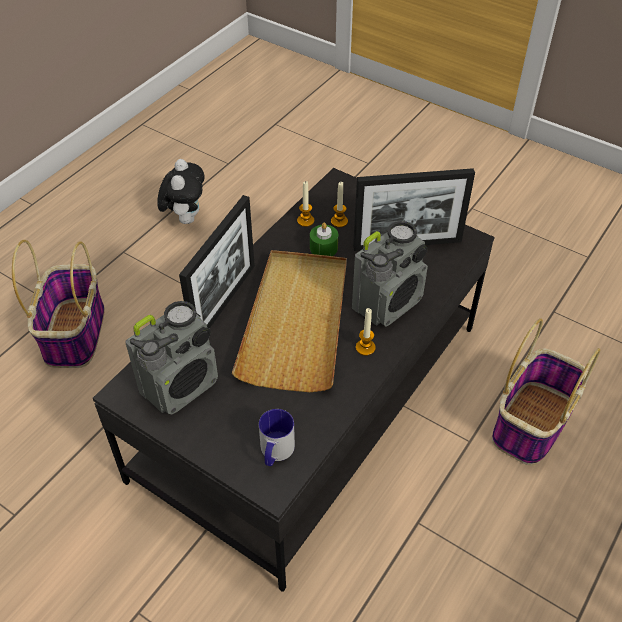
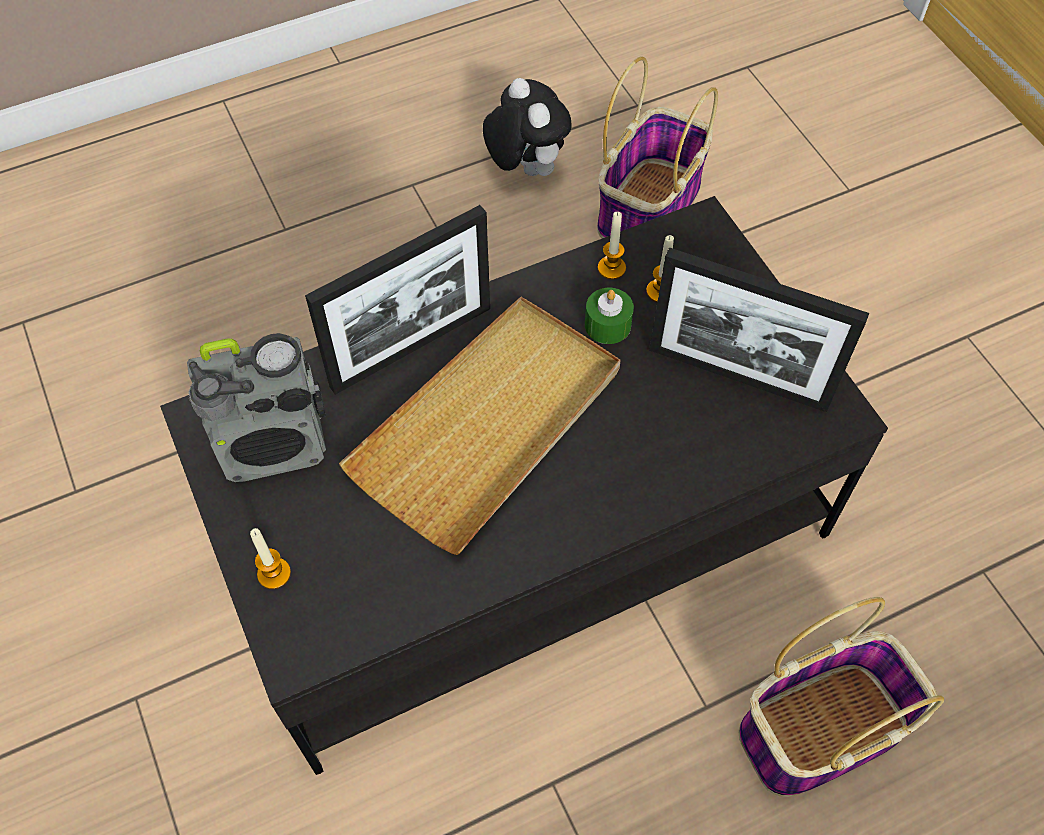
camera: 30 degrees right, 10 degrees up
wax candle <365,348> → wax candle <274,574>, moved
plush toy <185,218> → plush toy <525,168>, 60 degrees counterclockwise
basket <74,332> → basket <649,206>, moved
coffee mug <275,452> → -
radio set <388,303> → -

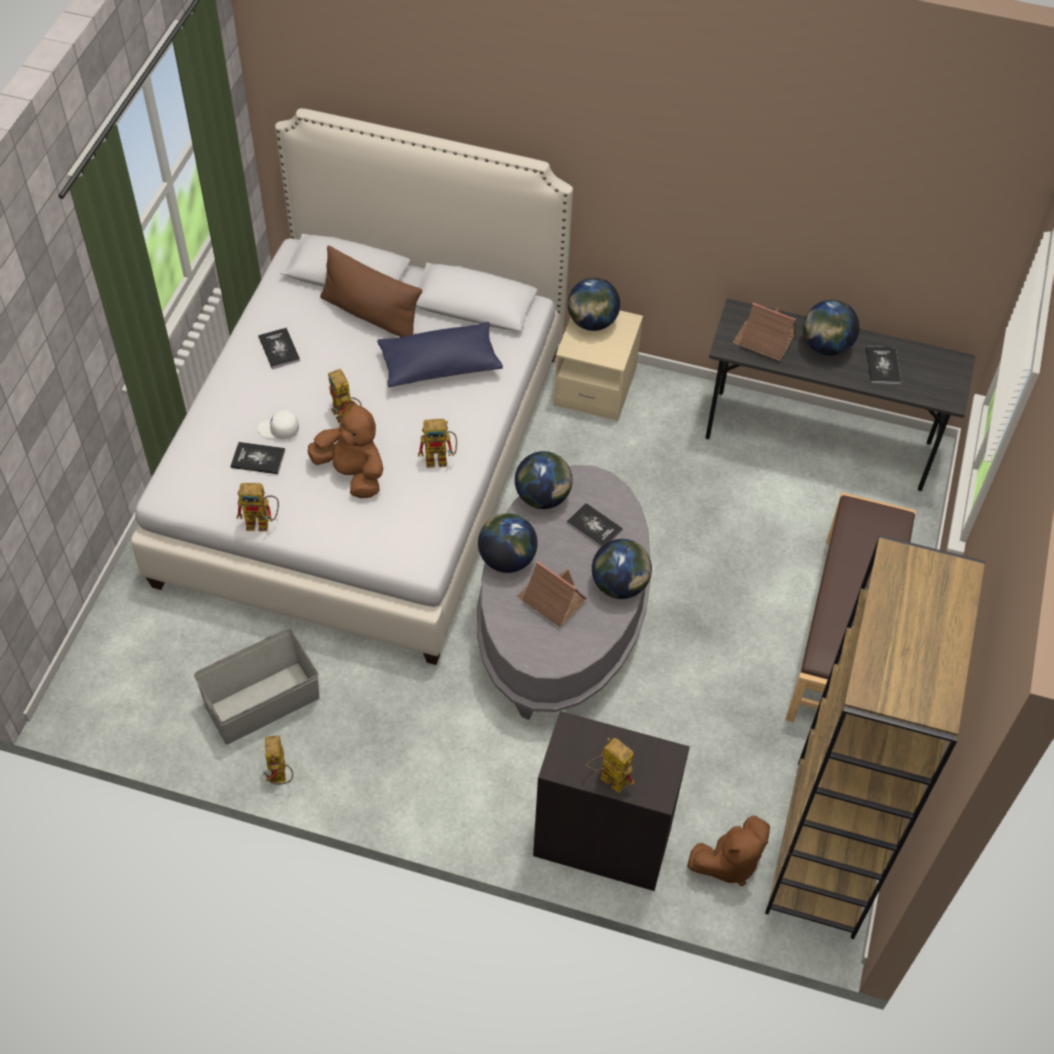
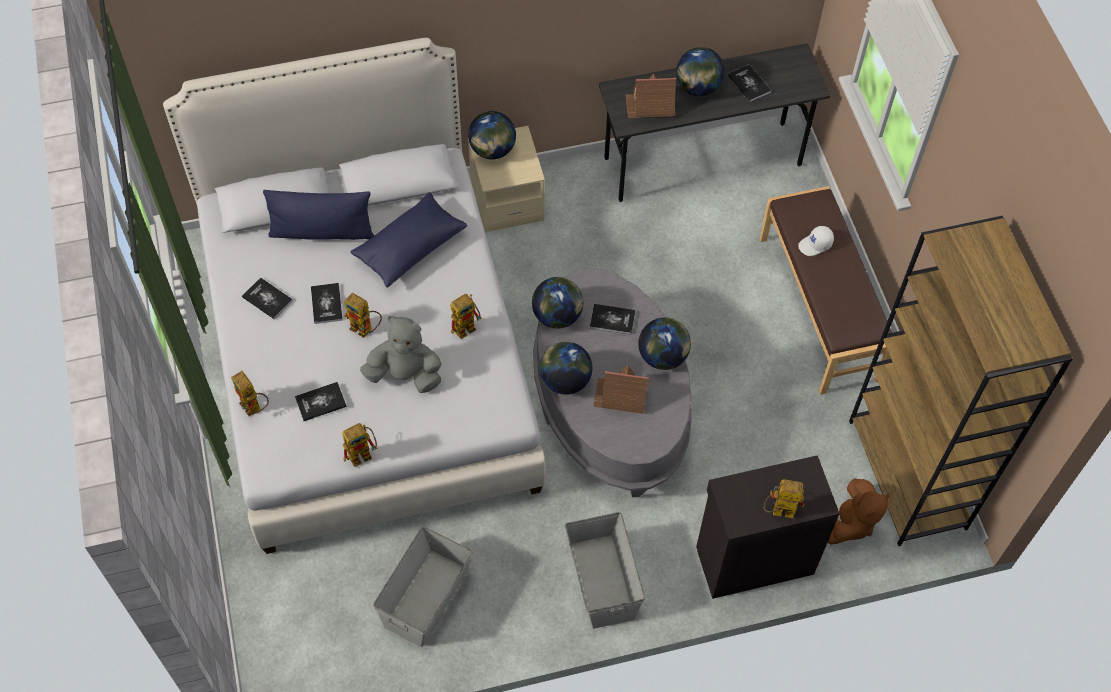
camera: 30 degrees left, 5 degrees up
toy robot <280,777> → toy robot <254,408>, moved
brownish cushion <371,315> → blue cushion <322,231>
- → bound book <326,304>
brownish plush toy <352,473> → gray plush toy <405,374>
- → gray storage container <601,581>
white-coloured peaked cap <278,430> → white-coloured peaked cap <815,245>, moved

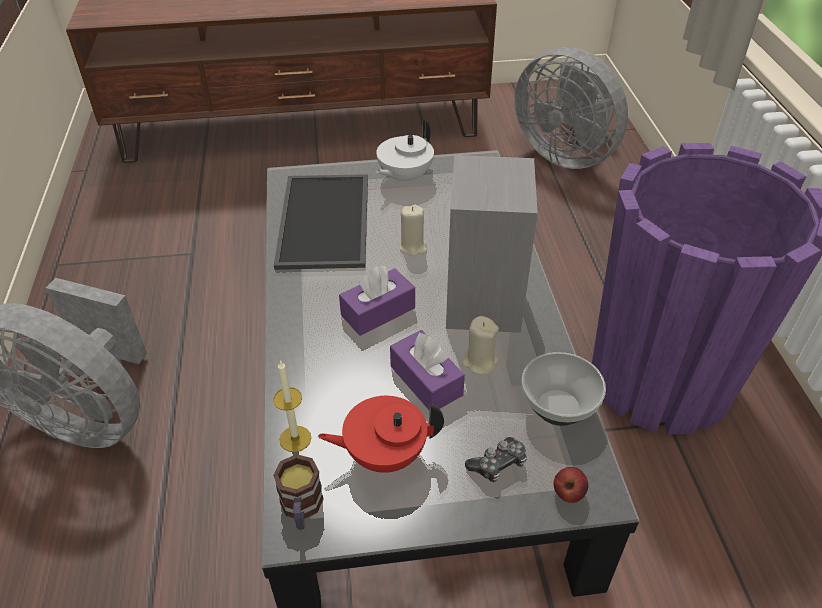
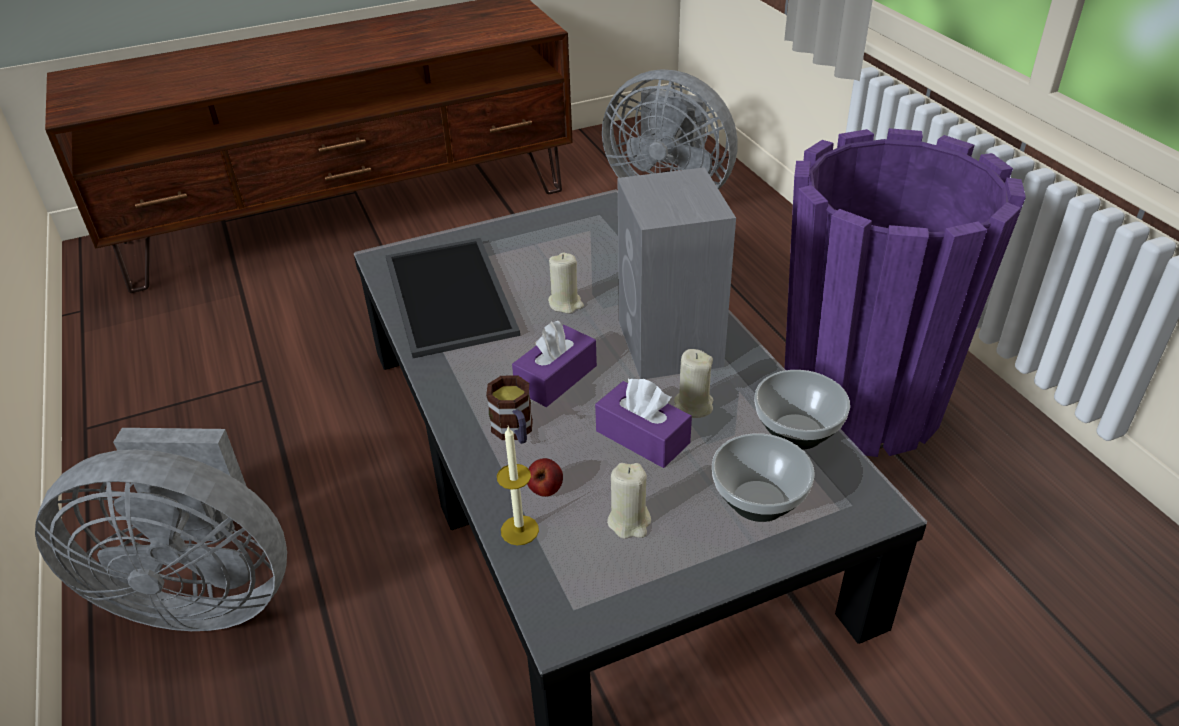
camera: 15 degrees left, 5 degrees down
coffee mug <301,509> → coffee mug <515,432>, moved
apple <568,493> → apple <545,490>, moved
red-coloured teapot <384,454> → beige wax candle <629,521>
gamepad <498,464> → serving bowl <758,502>
white-coloured teapot <404,177> → -

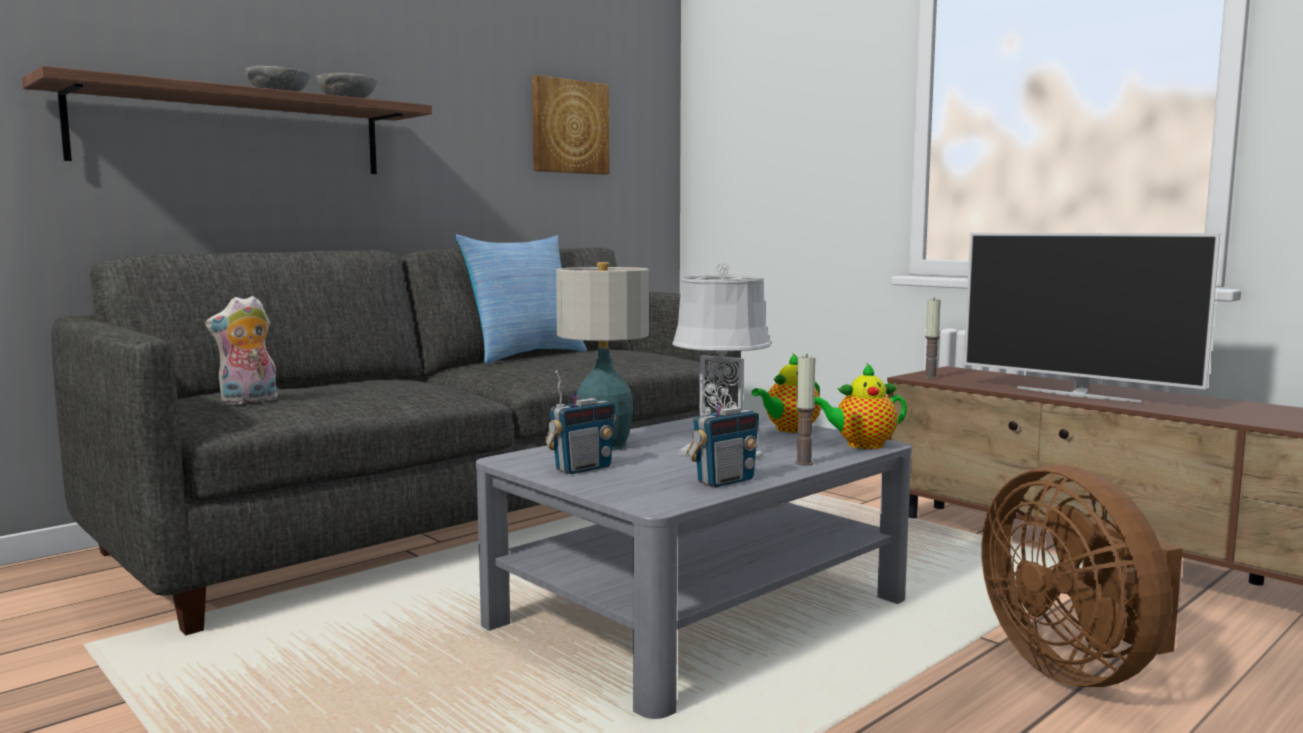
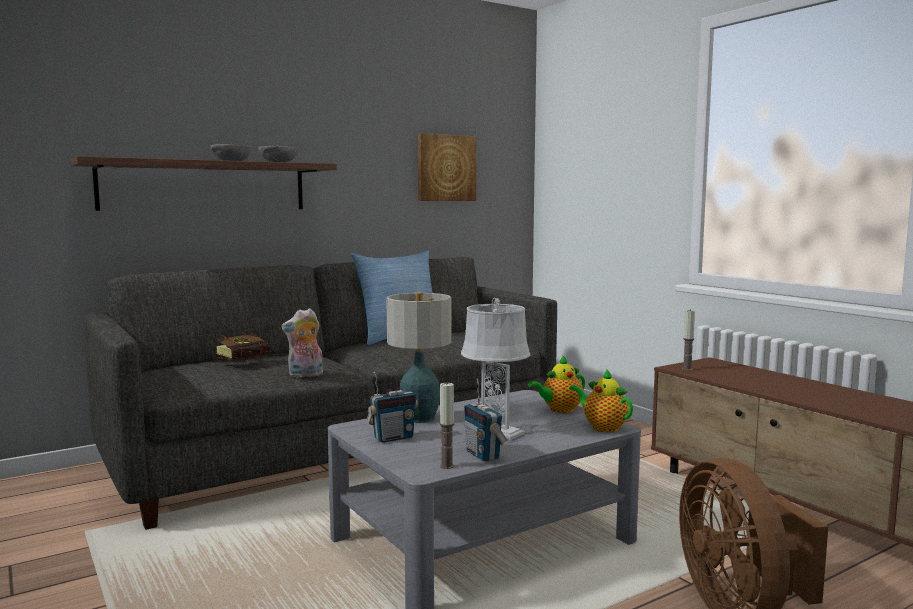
camera: 10 degrees right, 0 degrees up
- → bound book <248,362>
plush toy <248,401> → plush toy <305,375>, moved
wax candle <804,463> → wax candle <447,466>, moved
radio set <724,481> → radio set <483,455>, 90 degrees clockwise
teapot <861,445> → teapot <602,427>, 45 degrees clockwise
TV <1077,394> → -

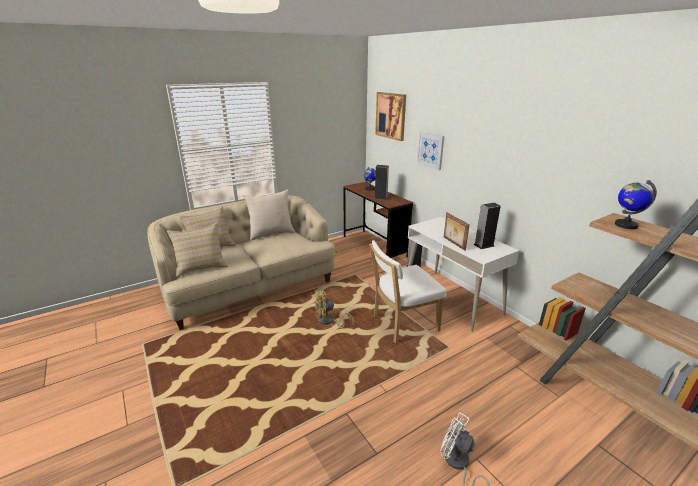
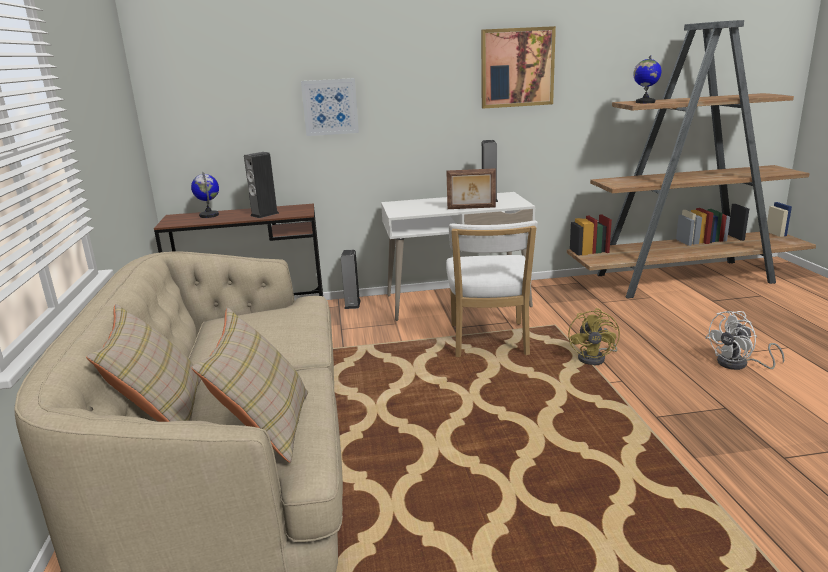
camera: 65 degrees left, 5 degrees down
wall art <391,115> → wall art <517,67>, moved
yellow-coloured electric fan <328,321> → yellow-coloured electric fan <595,358>, moved
beige cushion <271,233> → -

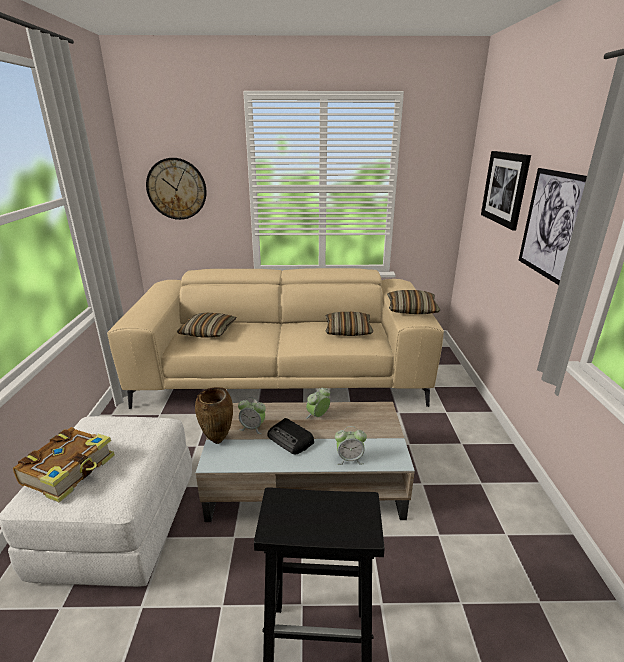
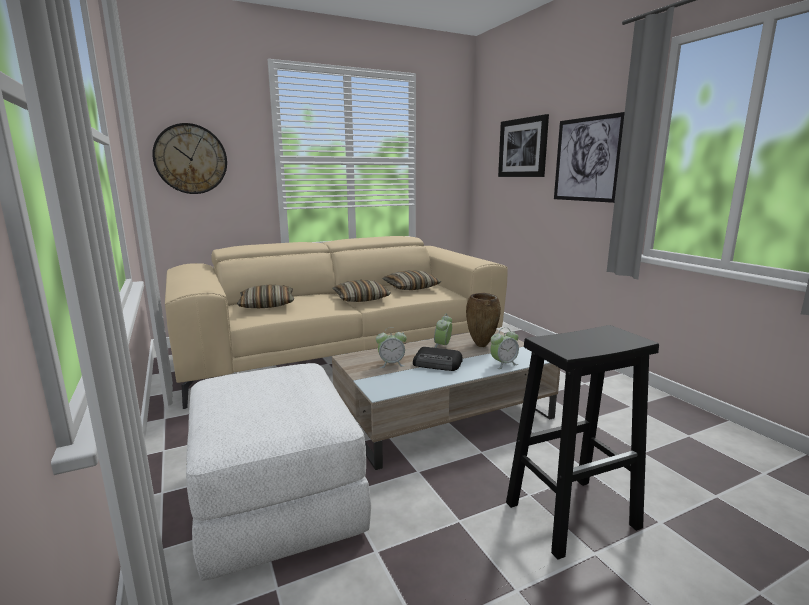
camera: 25 degrees left, 10 degrees down
cushion <411,309> → cushion <361,299>, moved
brownish vase <218,441> → brownish vase <482,346>, moved
bound book <70,470> → -

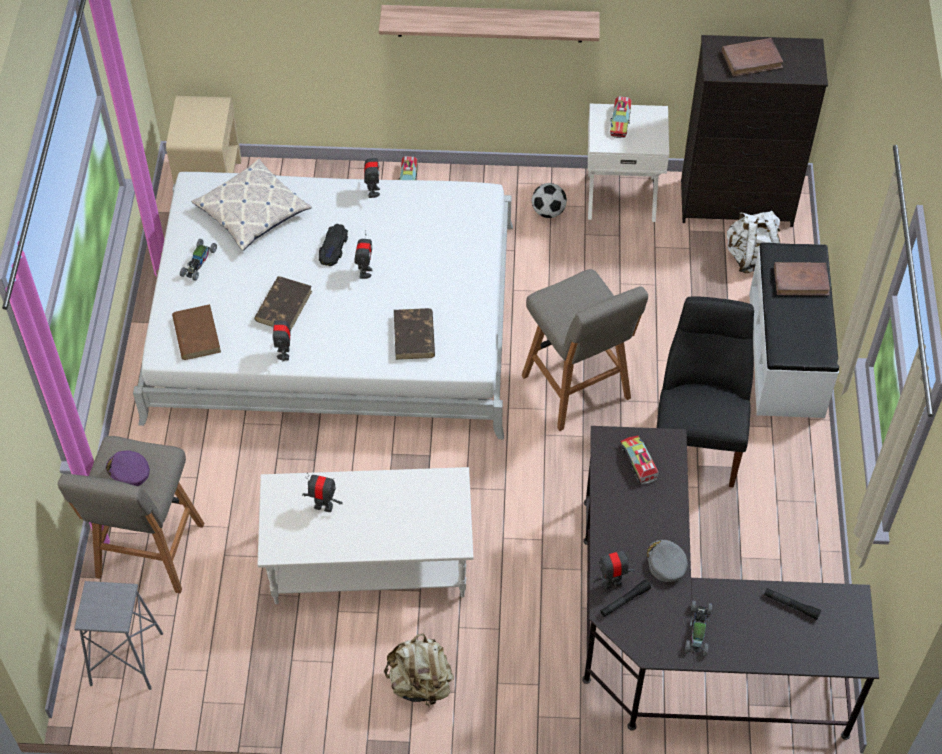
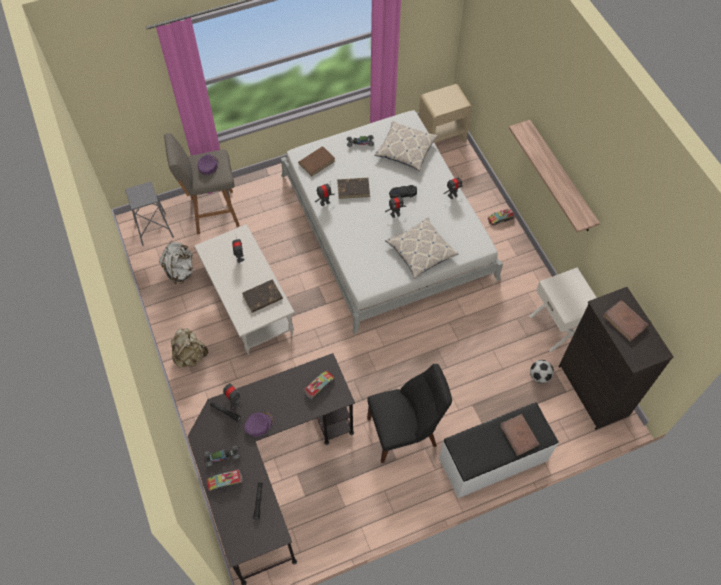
camera: 65 degrees right, 5 degrees up
white-coloured knapsack <751,257> → white-coloured knapsack <180,271>, moved
toy lorry <620,122> → toy lorry <225,482>, moved
brownish bound book <414,336> → brownish bound book <262,297>, moved
gray peaked cap <666,562> → purplish peaked cap <259,424>
- → cushion <420,251>
football ball <548,212> → football ball <539,376>, moved
gray stool seat <578,390> → -

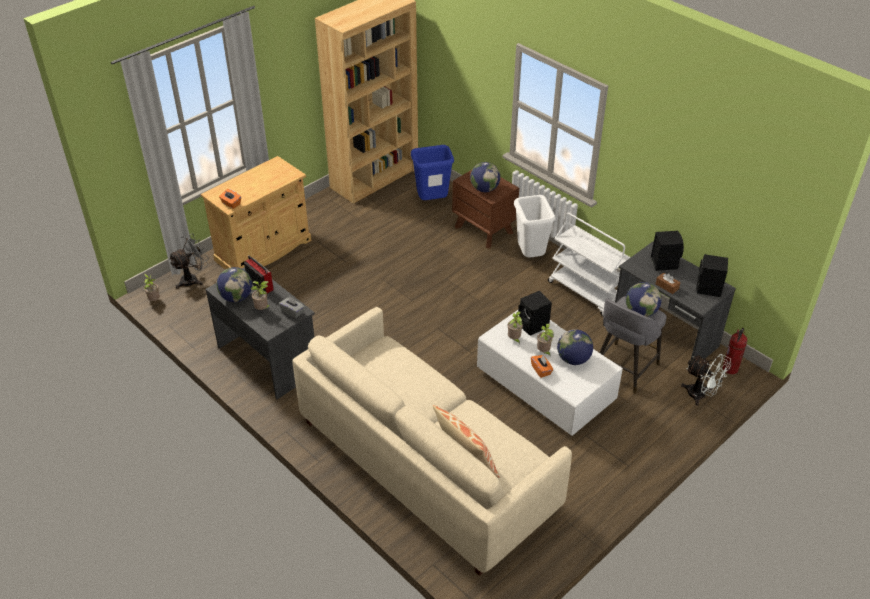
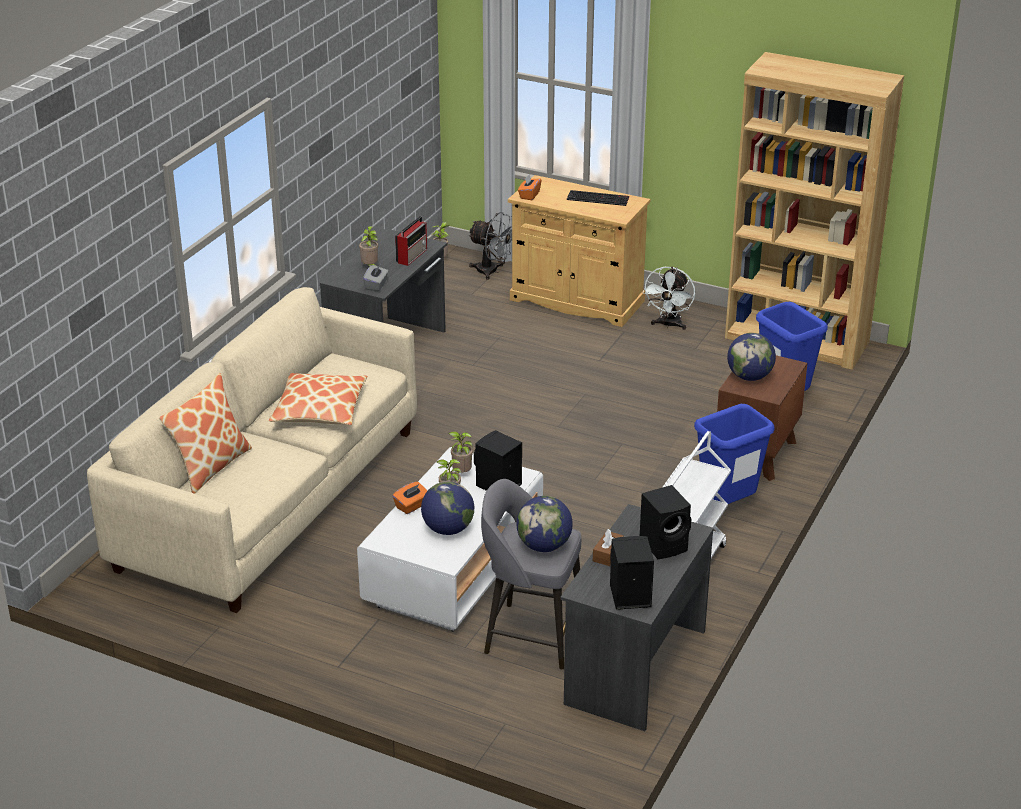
camera: 70 degrees right, 10 degrees down
- → cushion <319,409>
- → keyboard <598,198>
white-coloured electric fan <701,395> → white-coloured electric fan <668,325>, moved
white-coloured rubbish bin <530,256> → blue rubbish bin <727,506>
globe <236,297> → -
extinguisher <730,369> → -

